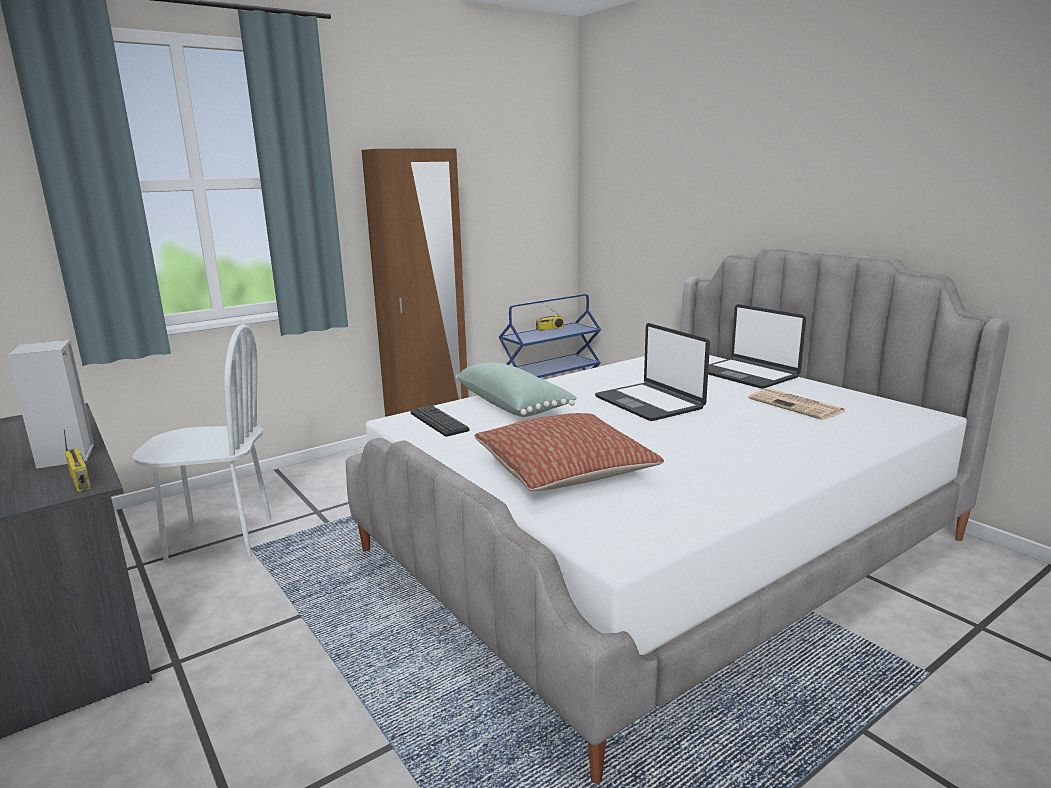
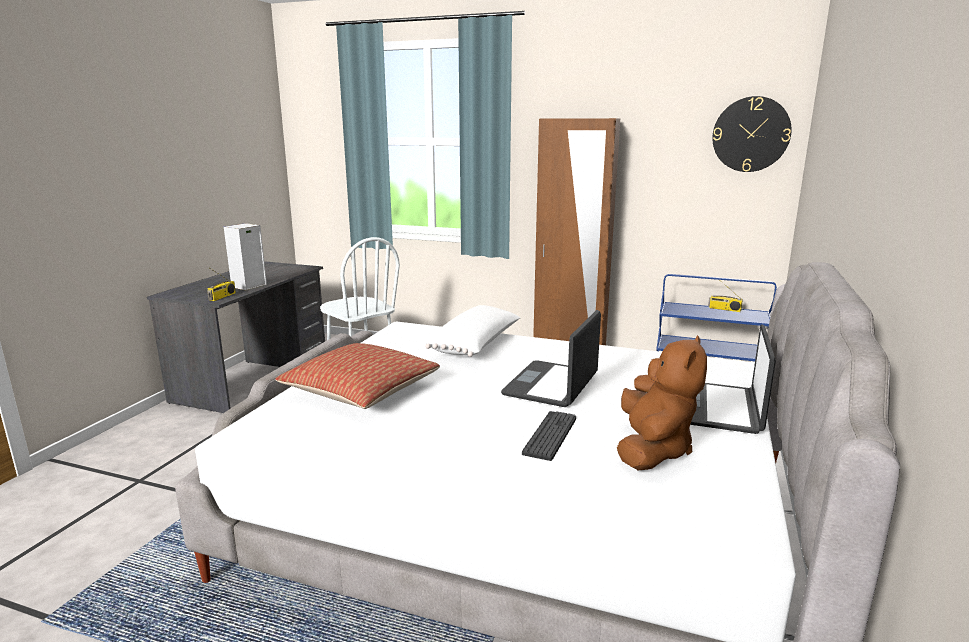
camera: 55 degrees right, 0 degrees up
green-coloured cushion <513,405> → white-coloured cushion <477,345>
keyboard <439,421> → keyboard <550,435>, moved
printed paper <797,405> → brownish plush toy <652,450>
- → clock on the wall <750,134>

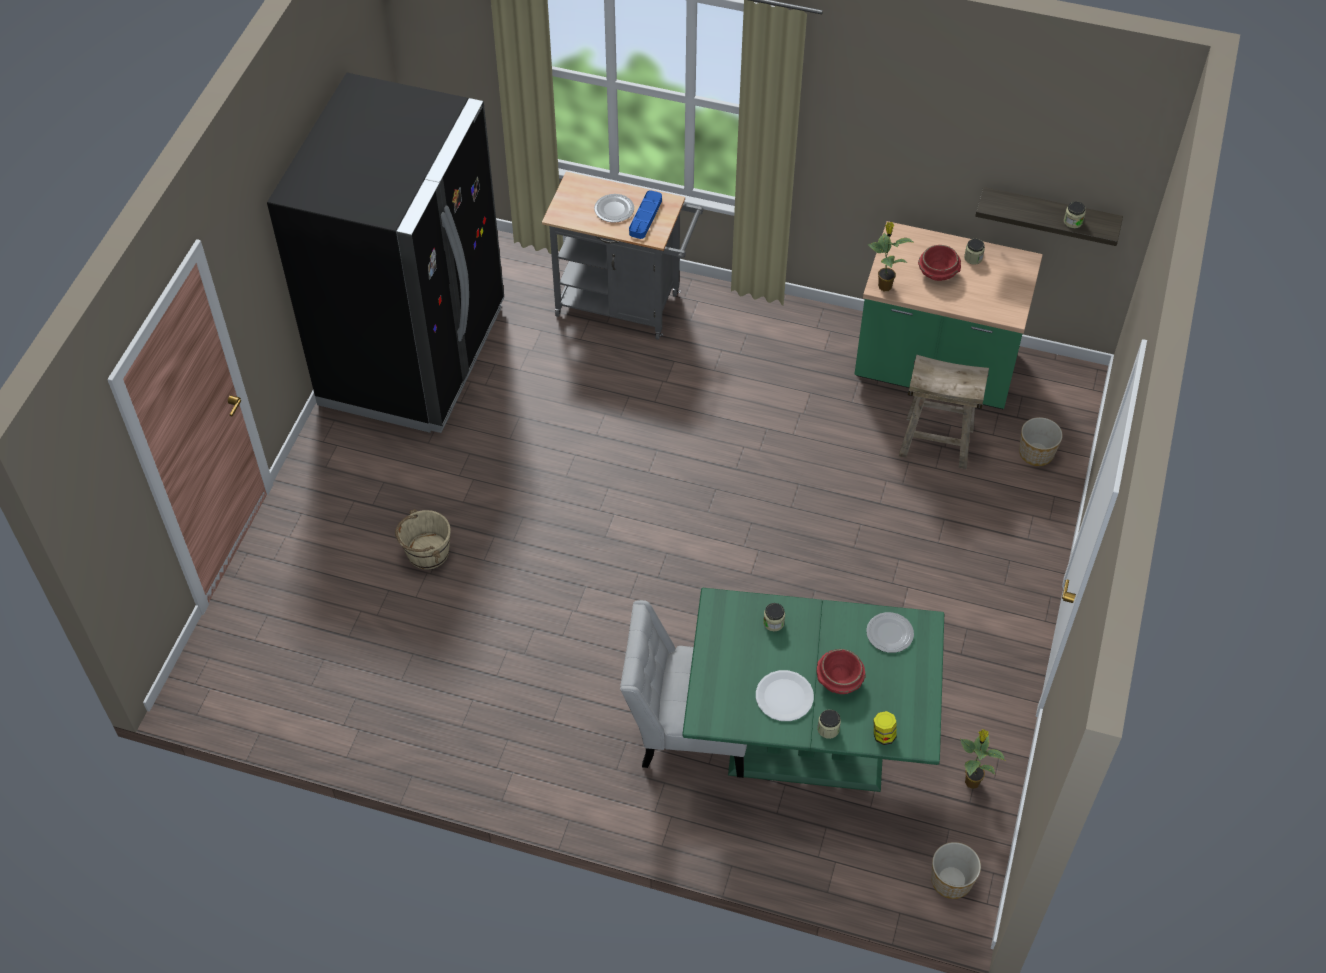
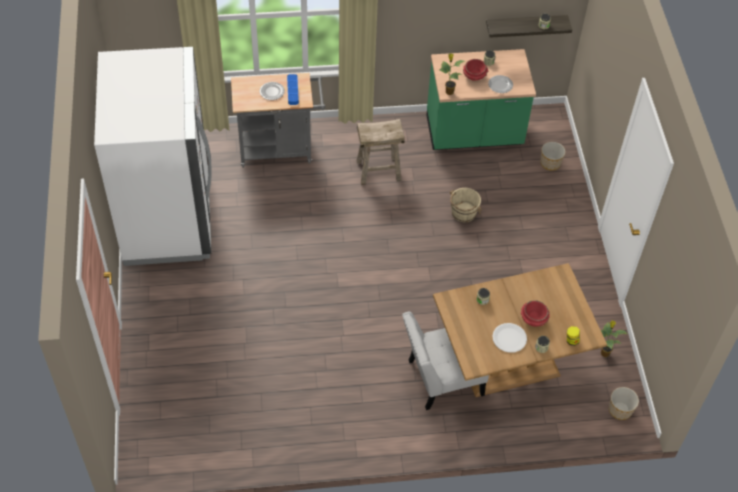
camera: 25 degrees left, 0 degrees up
blackish kitchen fridge <414,355> → white-coloured kitchen fridge <168,217>
beige stool seat <936,442> → beige stool seat <378,170>, moved
green-coloured kitchen table <806,742> → brownish kitchen table <508,363>
beige water bucket <427,552> → beige water bucket <463,213>, moved
plate <890,634> → plate <500,85>, moved

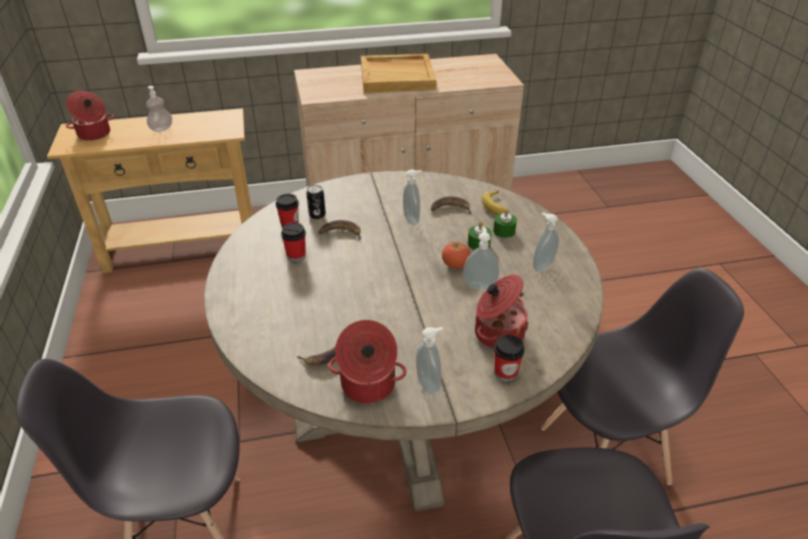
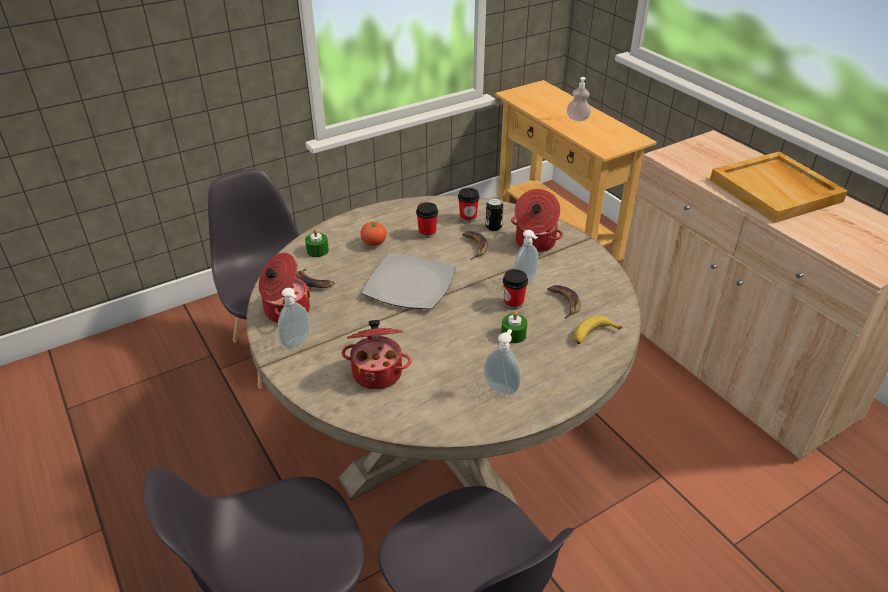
camera: 70 degrees right, 0 degrees up
green-coloured wax candle <504,231> → green-coloured wax candle <317,250>, moved
whole tomato <455,265> → whole tomato <374,243>, moved
- → plate <409,284>
drinking cup <505,373> → drinking cup <513,303>, moved
saucepot <94,134> → saucepot <534,243>, moved
liquid soap bottle <479,285> → -

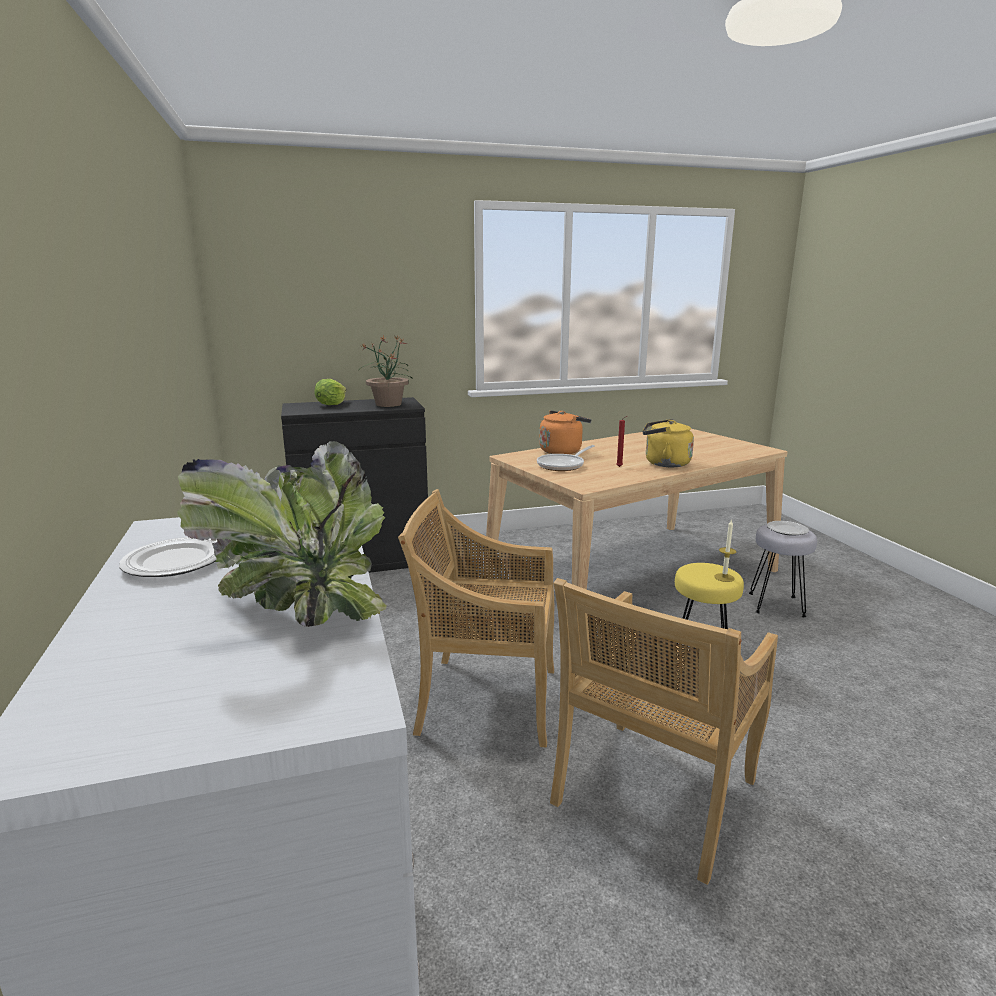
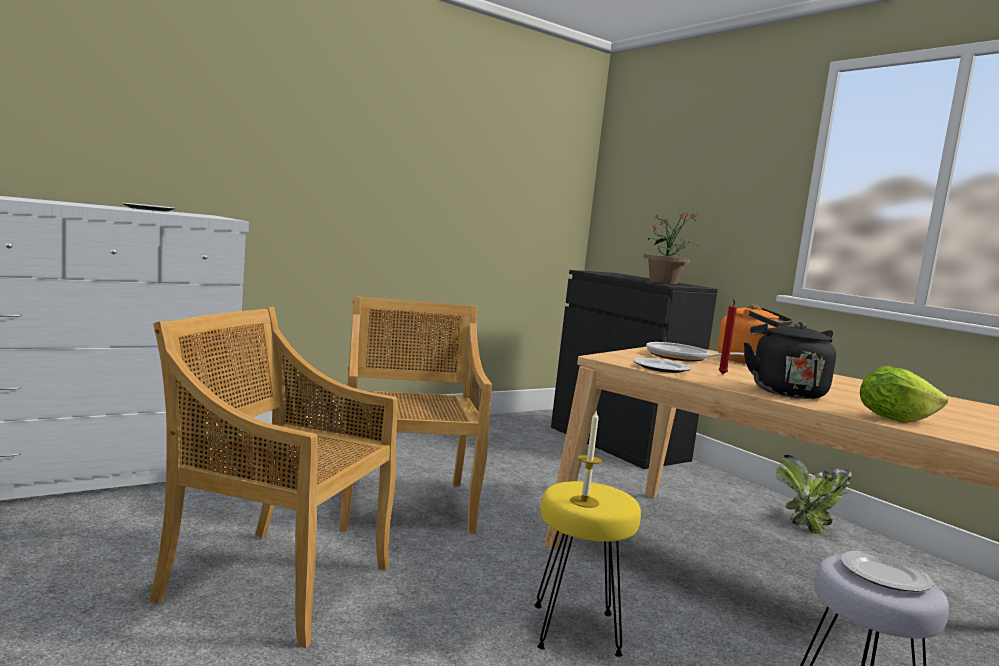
camera: 70 degrees right, 10 degrees down
- → plate <662,368>
yellow-coloured kettle <664,463> → blackish kettle <785,391>
plant in a pot <301,606> → plant in a pot <808,525>, moved
head of lettuce <331,404> → head of lettuce <893,419>, moved

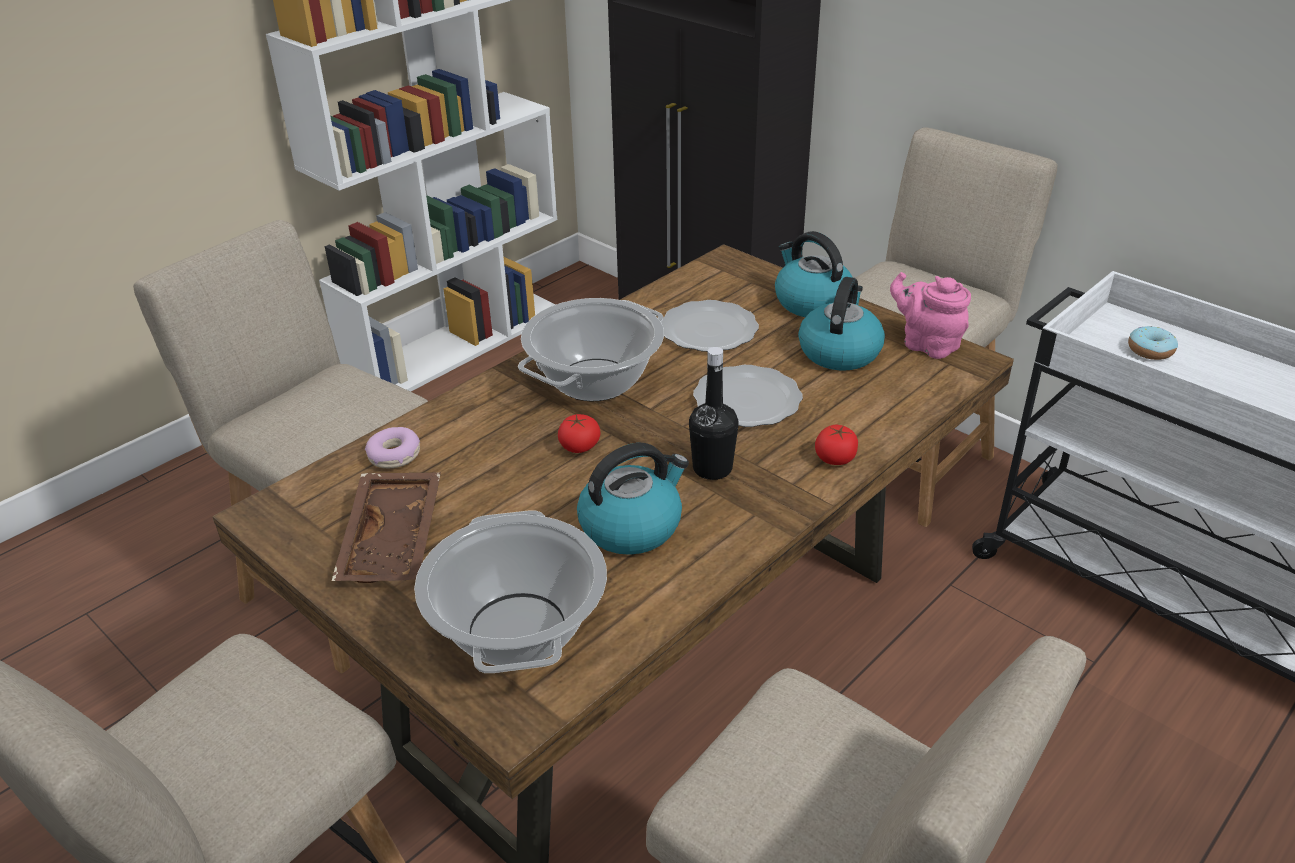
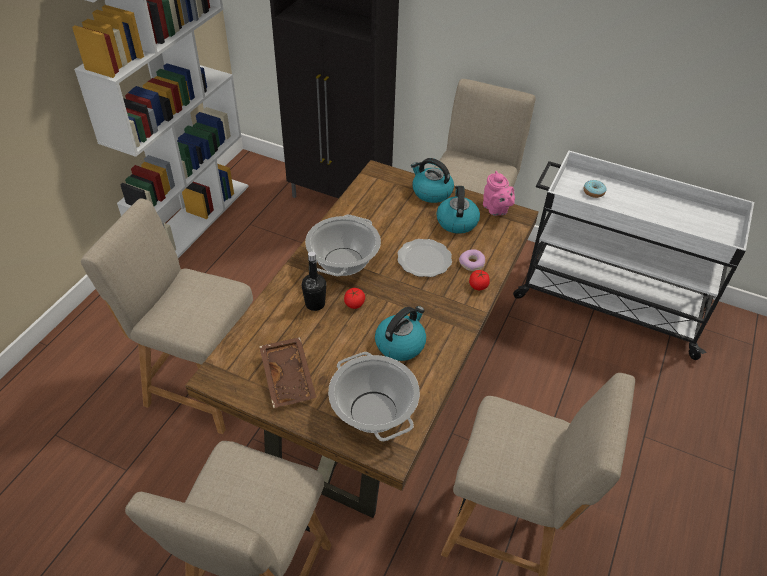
camera: 20 degrees left, 10 degrees up
blackish drink bottle <712,468> → blackish drink bottle <315,304>, moved
ring doughnut <394,456> → ring doughnut <472,263>, moved
pink-coloured teapot <926,344> → pink-coloured teapot <496,210>, 135 degrees counterclockwise
plate <709,329> → -

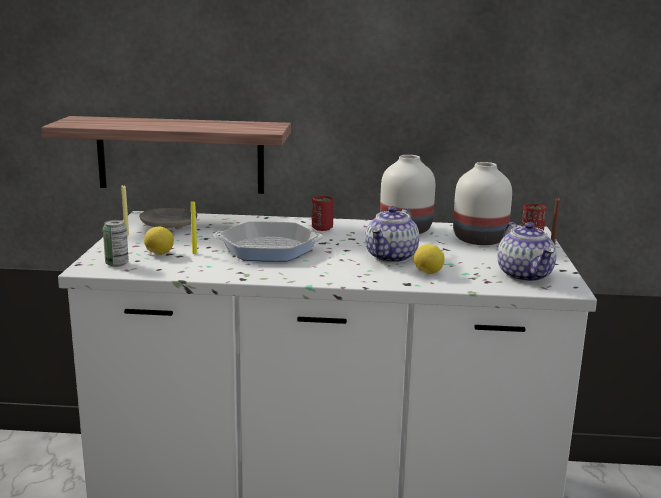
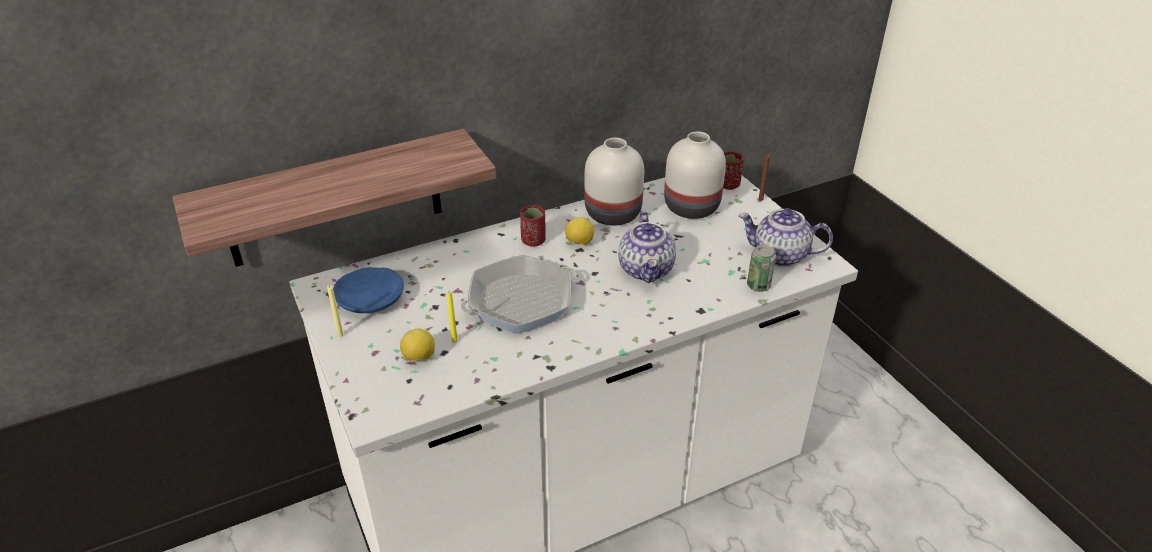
camera: 30 degrees left, 20 degrees up
beige plate <169,226> → blue plate <371,299>
lemon <427,273> → lemon <579,243>, moved
teapot <525,275> → teapot <779,255>, 150 degrees clockwise
sealed can <117,263> → sealed can <758,286>, moved

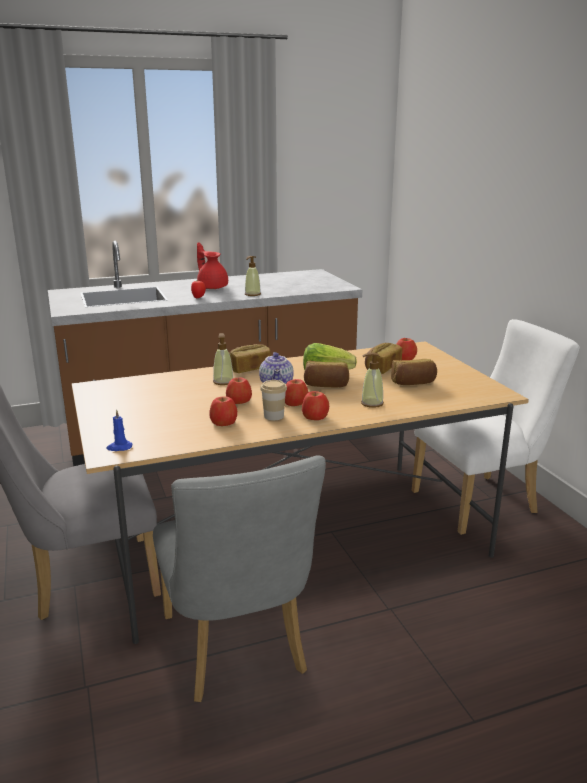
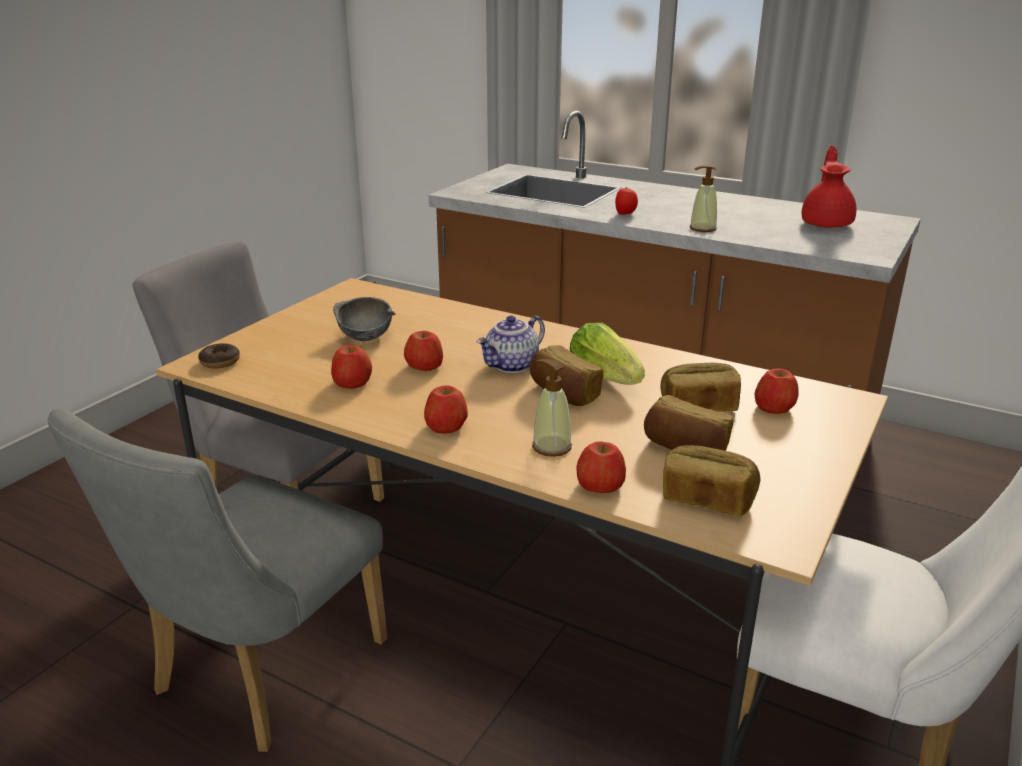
camera: 50 degrees right, 5 degrees up
blue wax candle <119,447> → ring doughnut <220,362>
- → gray serving bowl <366,337>
apple <295,403> → apple <599,486>, moved
baked bread <250,369> → baked bread <707,498>, moved
red-coloured teapot <212,287> → red-coloured teapot <826,223>, moved
liquid soap bottle <223,381> → -
drinking cup <274,416> → -

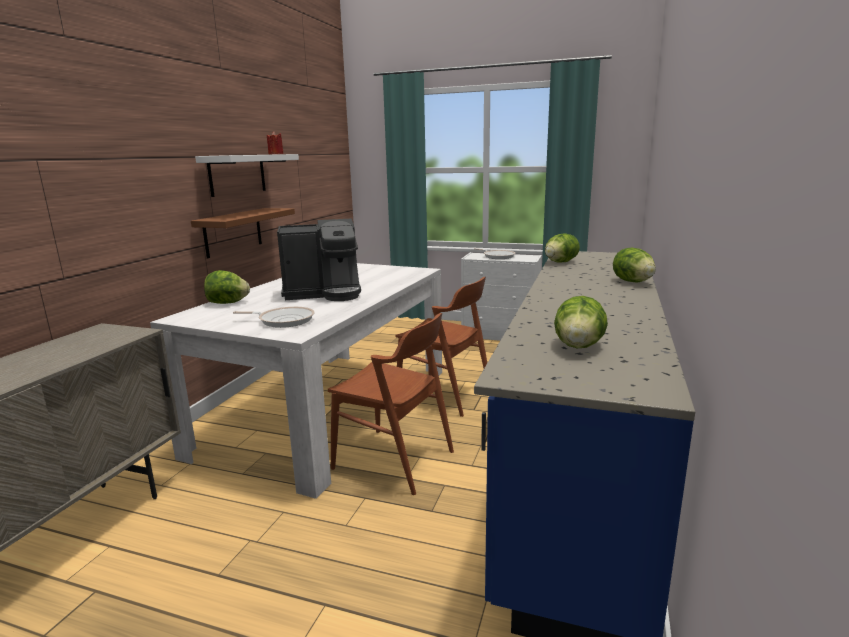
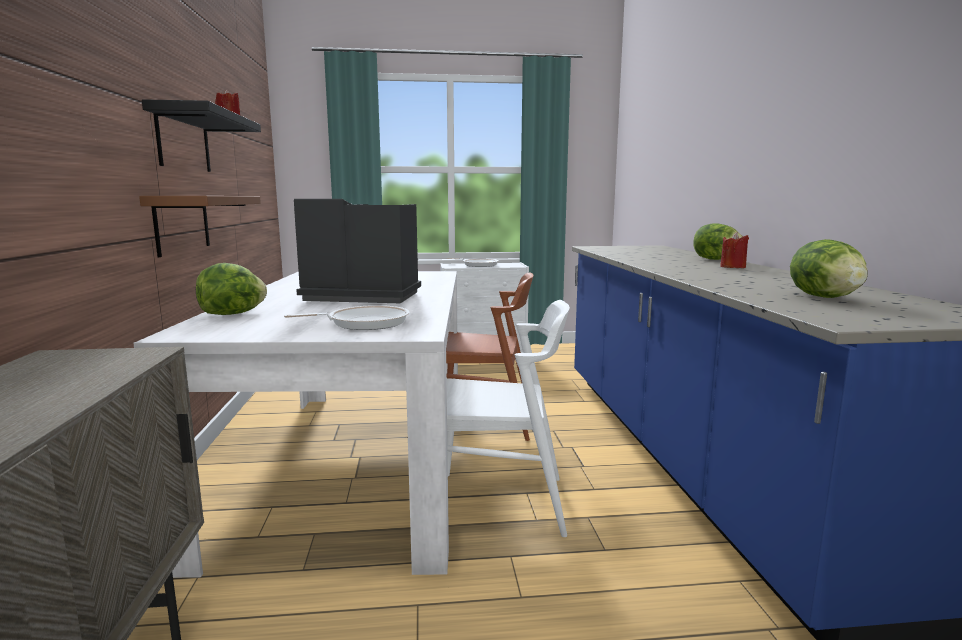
camera: 25 degrees left, 5 degrees down
white-coloured wall shelf <237,174> → blackish wall shelf <183,141>
coffee brewer <324,293> → coffee brewer <360,296>, 135 degrees counterclockwise
brownish upright chair <394,460> → white-coloured upright chair <500,503>
- → red-coloured wax candle <732,267>
head of lettuce <560,262> → -

